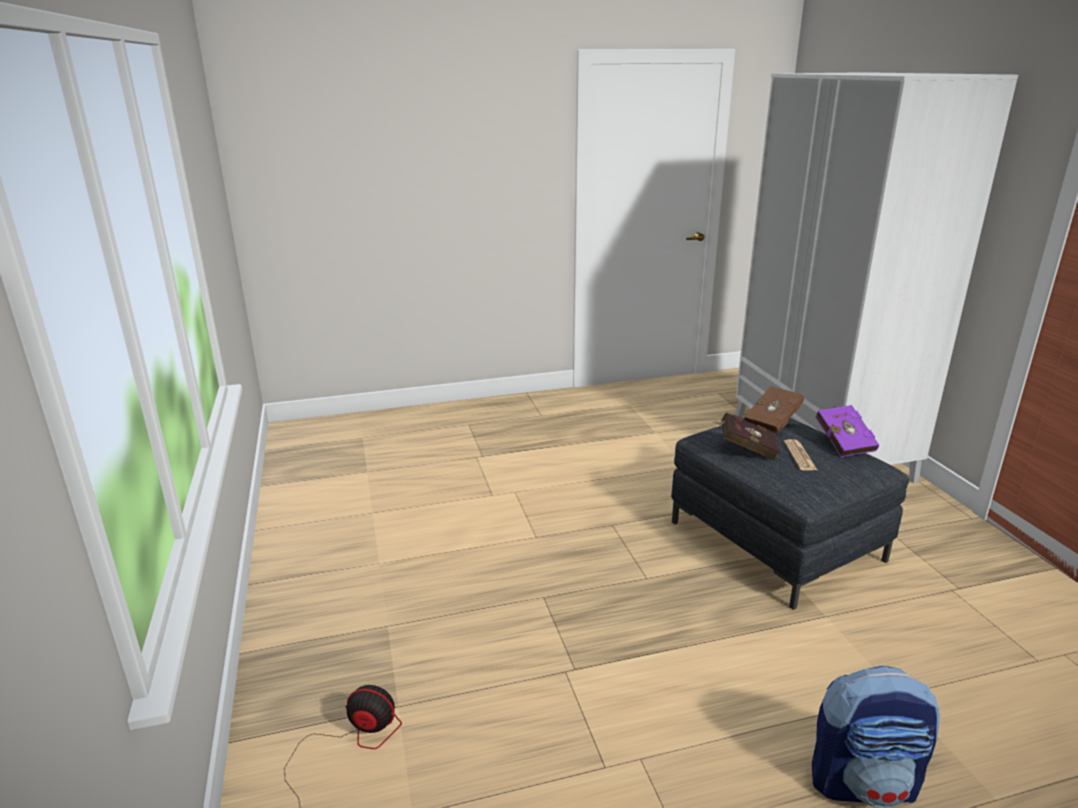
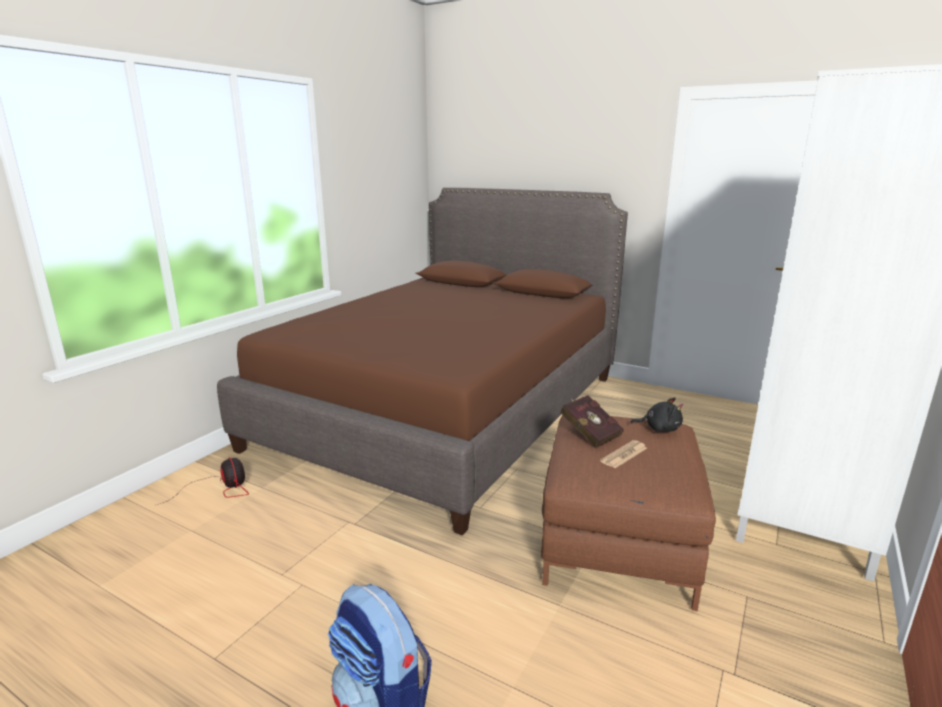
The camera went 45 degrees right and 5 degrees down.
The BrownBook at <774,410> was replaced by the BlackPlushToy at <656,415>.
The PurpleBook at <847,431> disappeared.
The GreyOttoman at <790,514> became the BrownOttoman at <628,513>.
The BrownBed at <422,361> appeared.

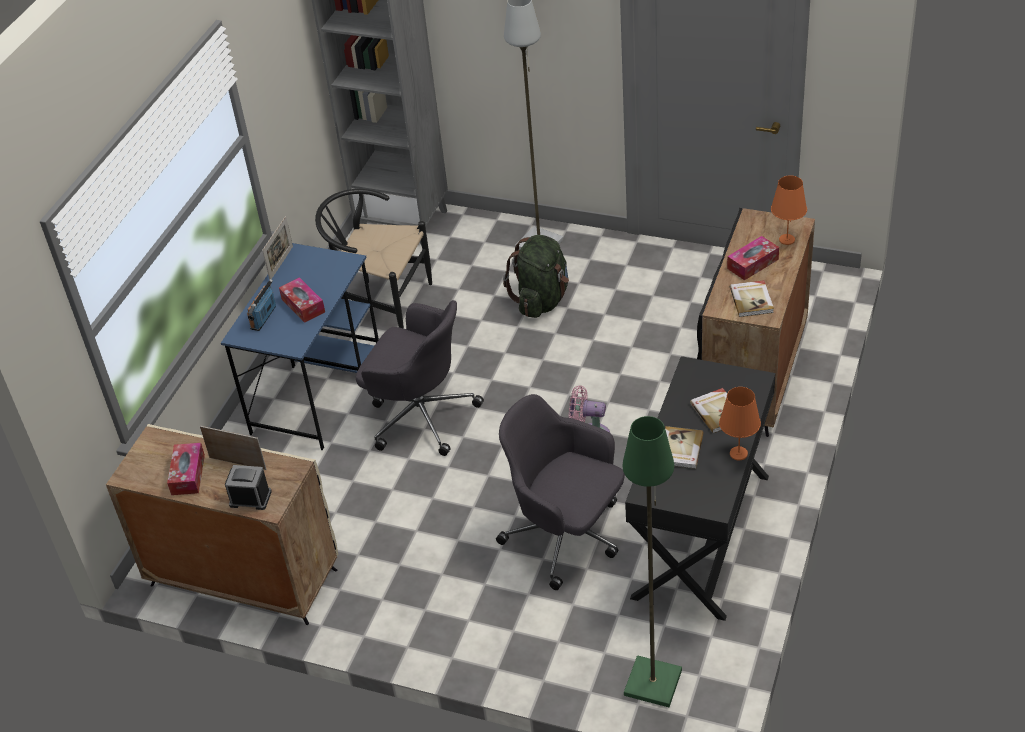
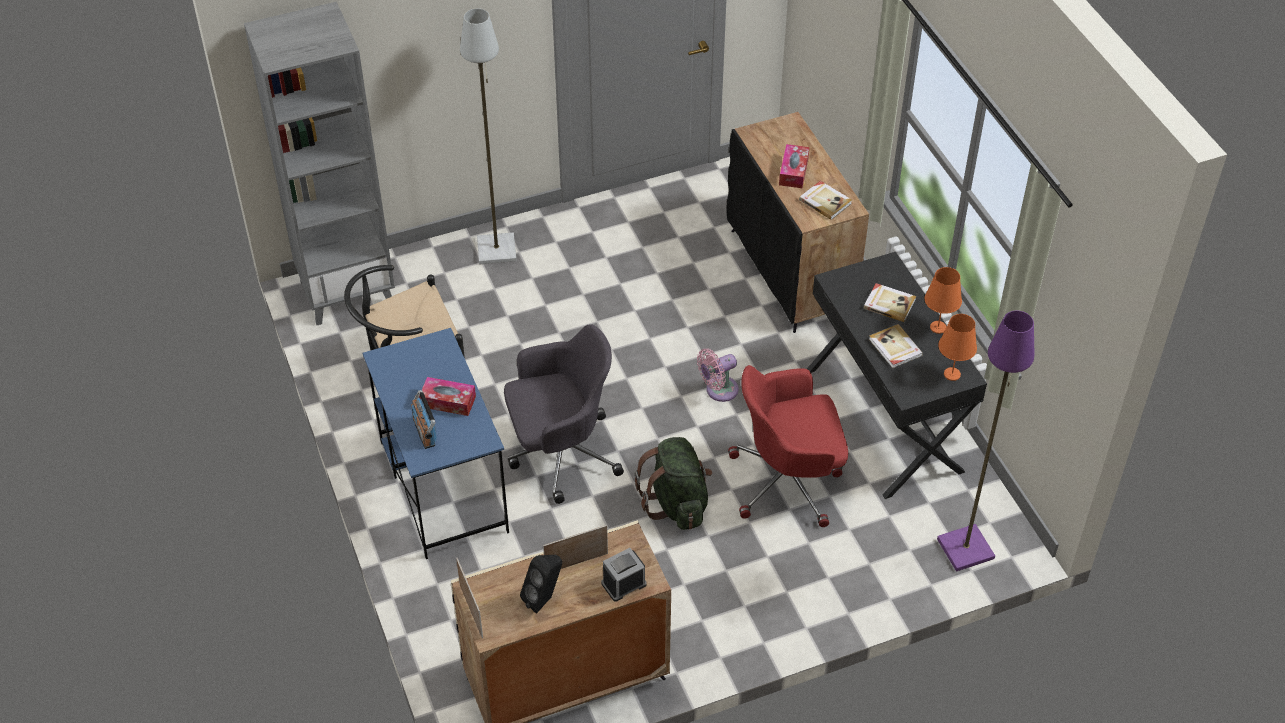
The camera went 45 degrees left and 5 degrees up.
The OrangeTableLamp moved from <789,210> to <957,347>.
The PictureFrame moved from <277,248> to <469,598>.
The GreenBackpack moved from <536,276> to <673,483>.
The GreyOfficeChair at <560,492> became the RedOfficeChair at <788,446>.
The GreenFloorLamp at <652,561> became the PurpleFloorLamp at <985,441>.
The TissueBox at <186,469> was replaced by the BlackSpeaker at <541,584>.

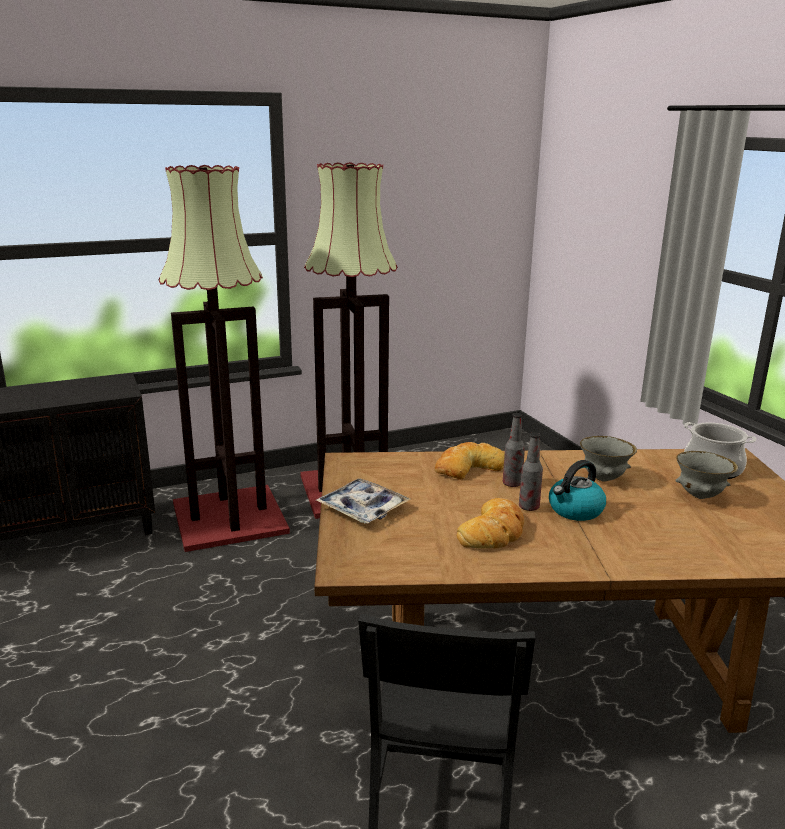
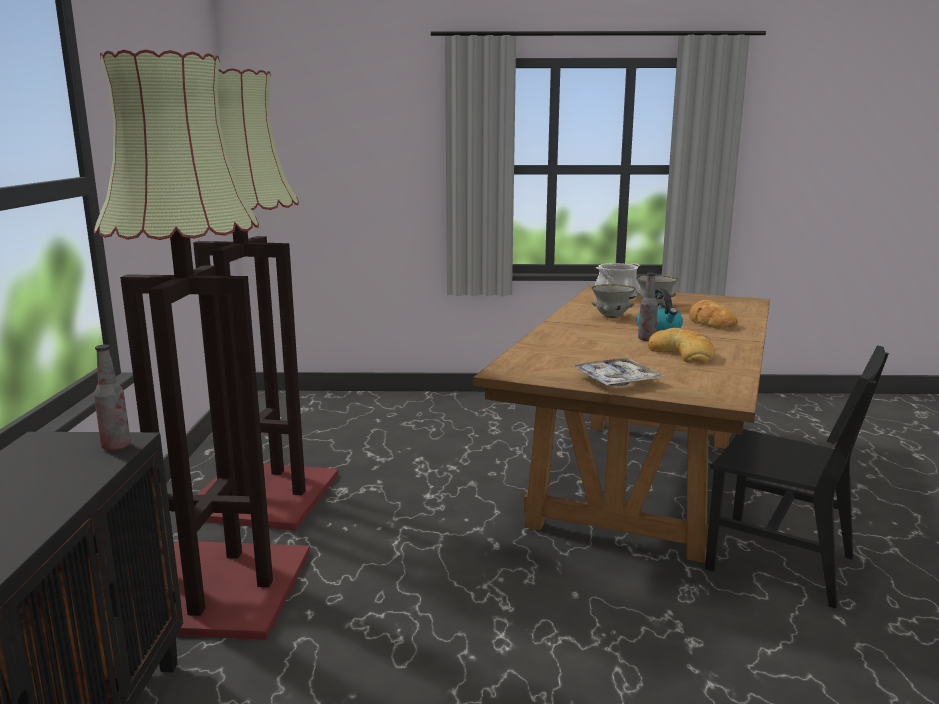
The camera went 65 degrees left and 5 degrees down.
The Bottle moved from <514,450> to <112,398>.
The Bread moved from <470,461> to <713,314>.

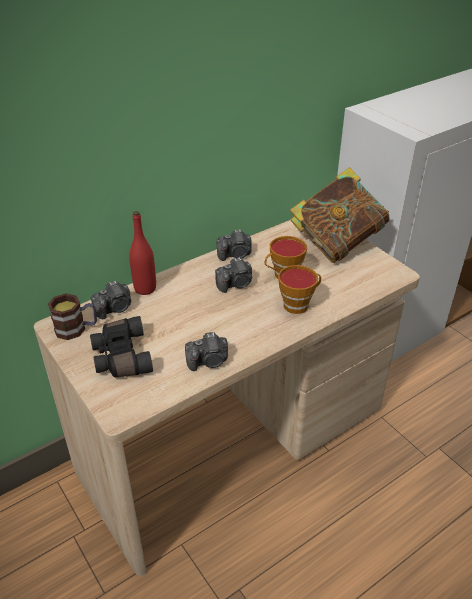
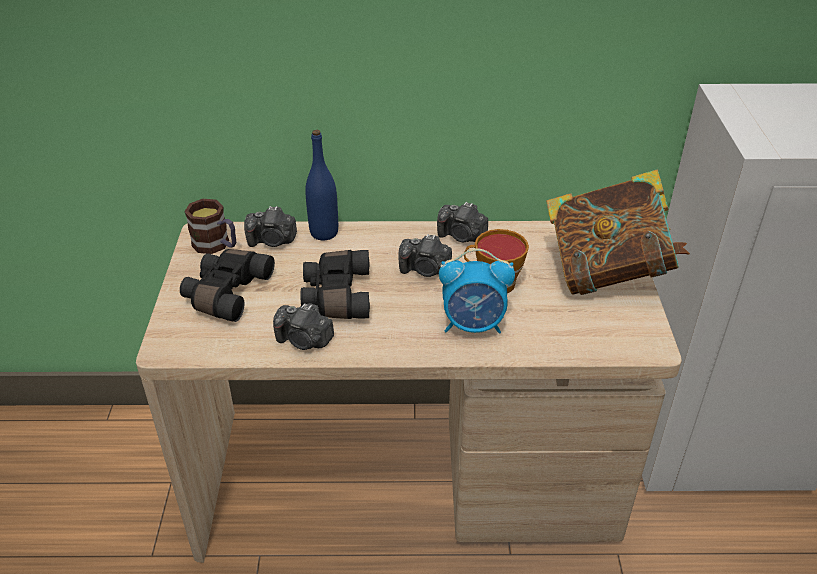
The camera went 35 degrees right and 0 degrees up.
The RedBottle at <142,253> became the BlueBottle at <321,185>.
The Cup at <299,289> was replaced by the AlarmClock at <477,291>.
The BlackBinoculars at <335,284> appeared.

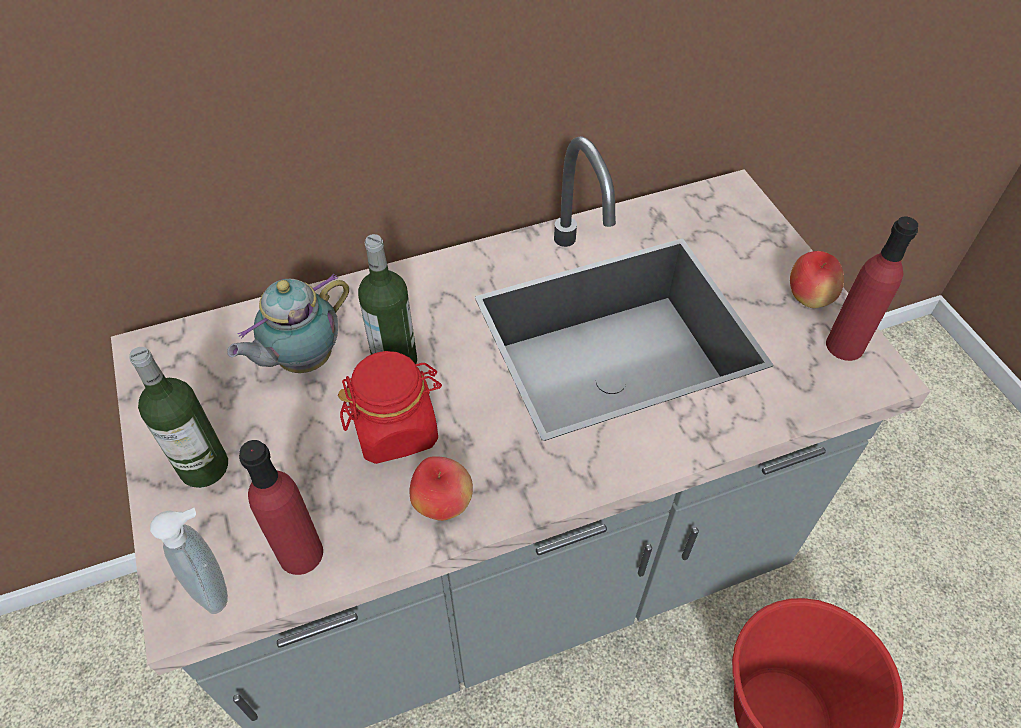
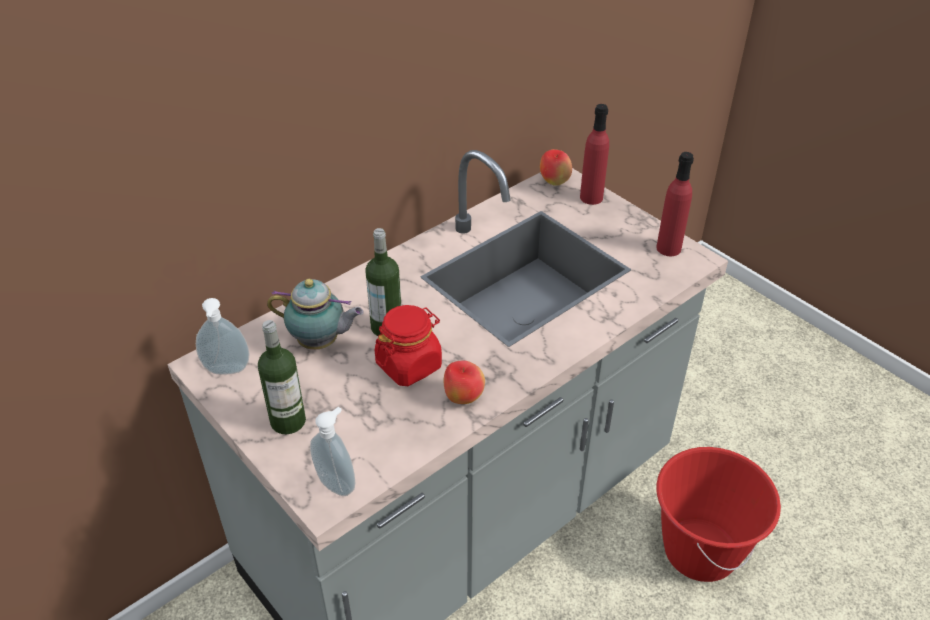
The camera went 20 degrees left and 10 degrees down.
The Apple moved from <817,279> to <556,167>.
The Teapot at <288,323> turned 105 degrees counterclockwise.
The RedBottle moved from <281,507> to <594,154>.
The SoapDispenser at <223,336> appeared.

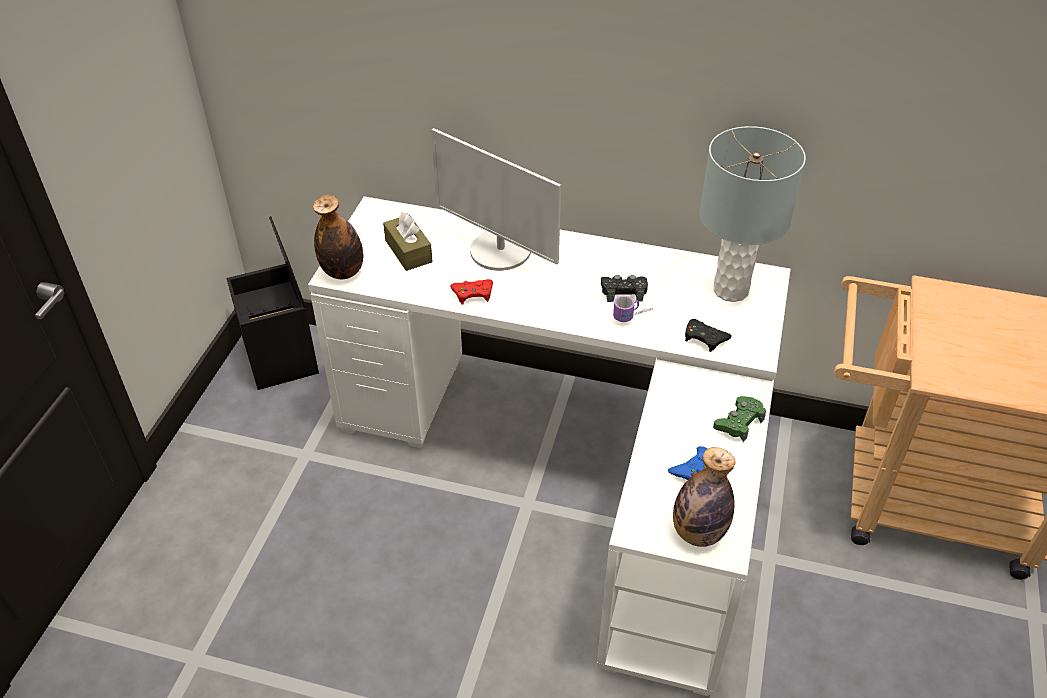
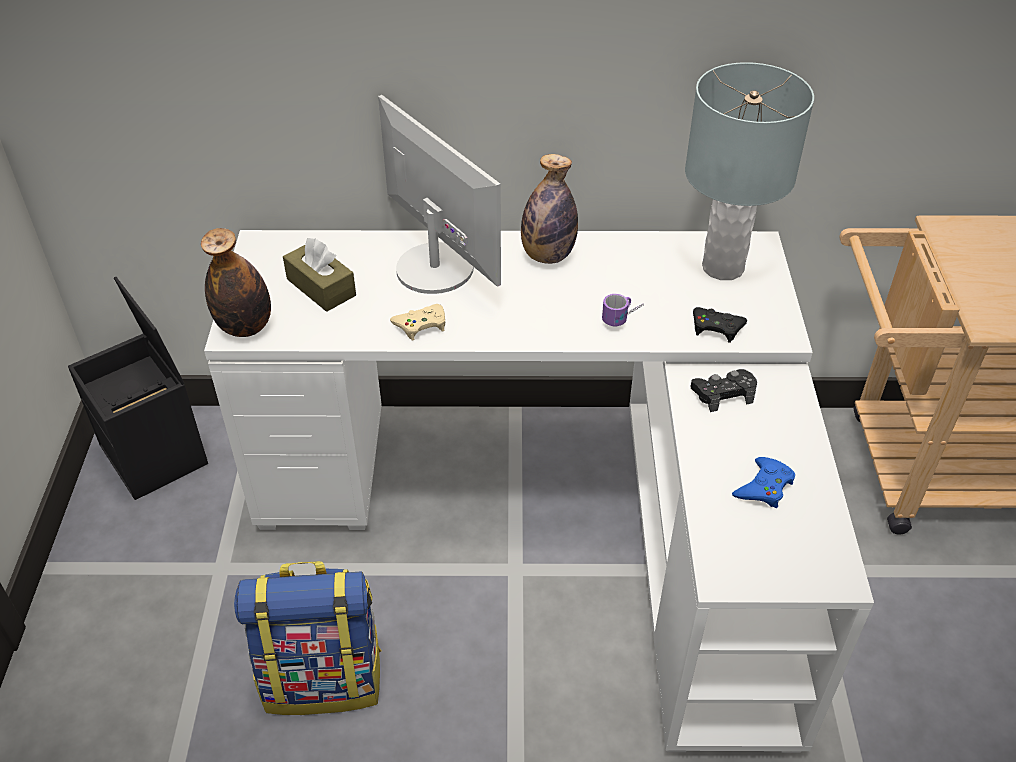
The camera went 15 degrees left and 0 degrees up.
The Monitor at <496,199> turned 150 degrees counterclockwise.
The BlackGameController moved from <624,288> to <724,390>.
The RedGameController at <471,292> became the BeigeGameController at <417,322>.
The GreenGameController at <739,419> disappeared.
The Bottle moved from <704,497> to <549,209>.
The Backpack at <307,638> appeared.

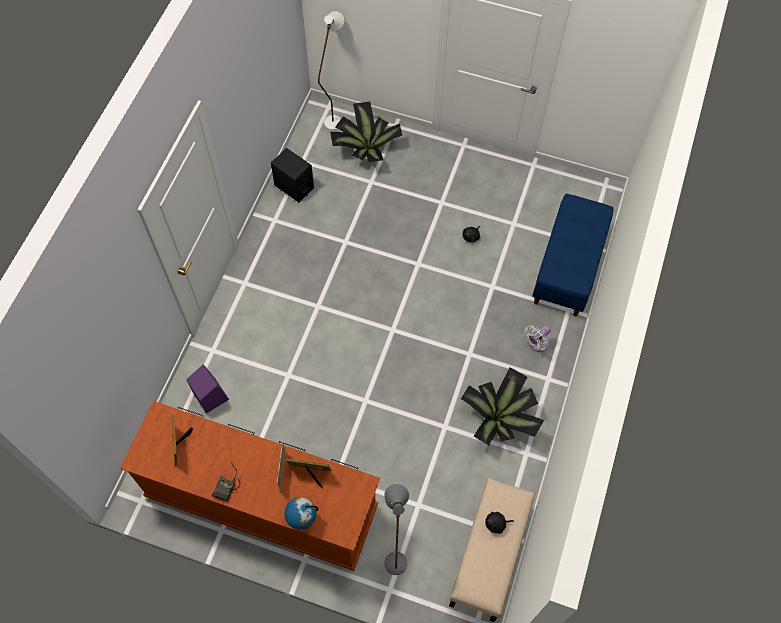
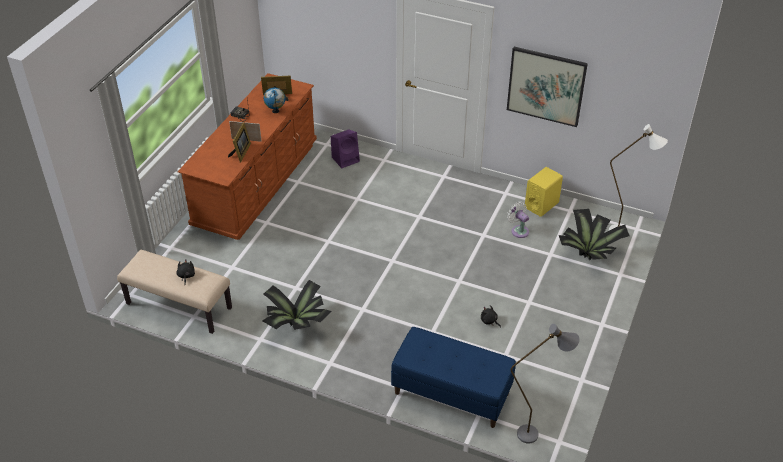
The camera went 95 degrees right and 20 degrees down.
The BlackSpeaker at <292,175> became the YellowSpeaker at <544,192>.
The WhiteFan moved from <538,338> to <518,220>.
The GreyFloorLamp moved from <397,529> to <545,384>.
The Globe moved from <301,513> to <274,100>.
The Picture at <547,87> appeared.

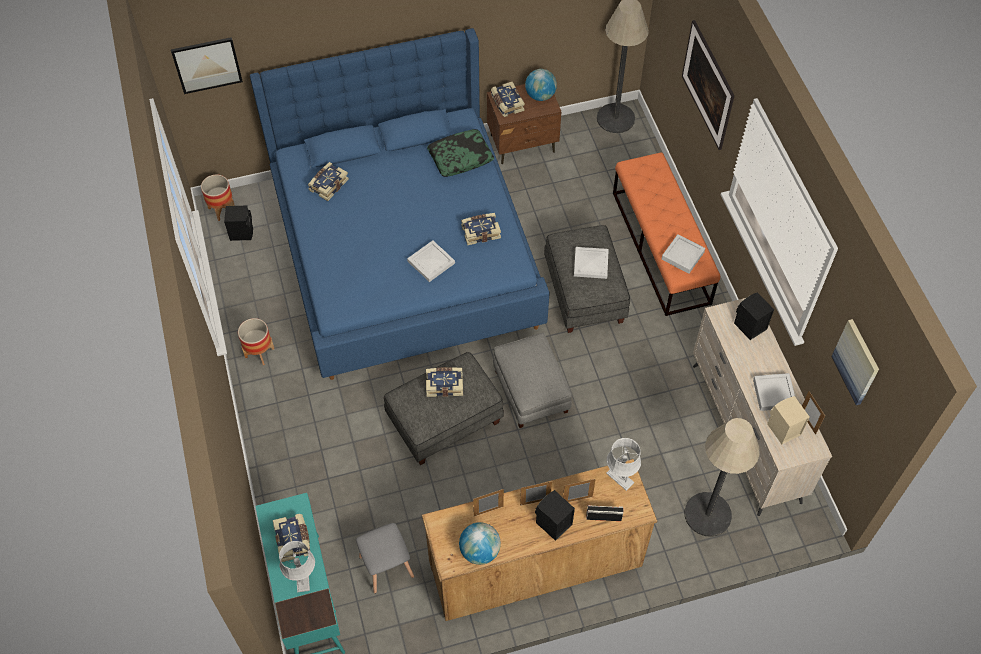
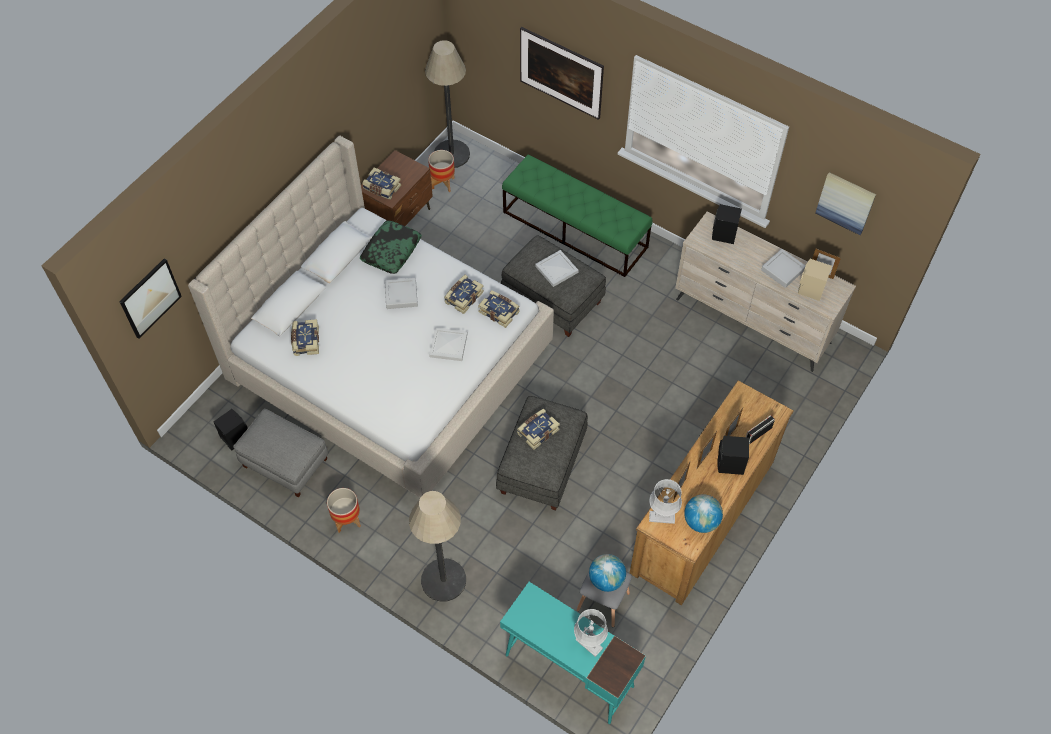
The camera went 40 degrees left and 0 degrees up.
The BlueBed at <400,204> became the BeigeBed at <371,317>.
The Globe moved from <541,85> to <607,573>.
The OrangeBench at <666,234> became the GreenBench at <577,216>.
The Planter moved from <218,198> to <441,171>.
The GreyTray moved from <683,254> to <401,293>.
The GreyOttoman moved from <532,380> to <281,452>.
The FloorLamp moved from <722,477> to <437,546>.
The GreyTableLamp moved from <623,464> to <665,501>.
The Book moved from <291,538> to <499,309>.

